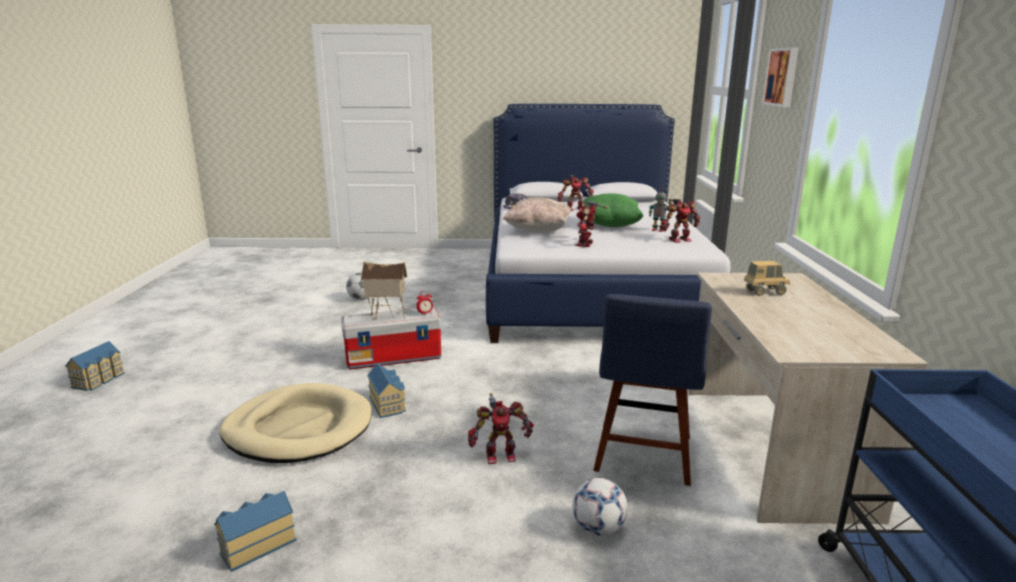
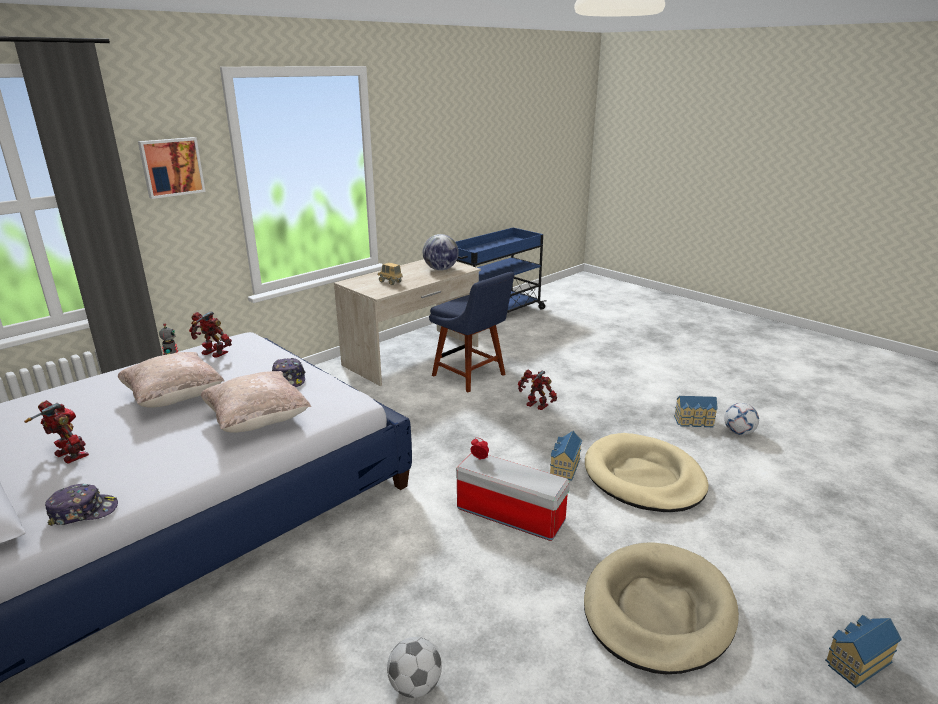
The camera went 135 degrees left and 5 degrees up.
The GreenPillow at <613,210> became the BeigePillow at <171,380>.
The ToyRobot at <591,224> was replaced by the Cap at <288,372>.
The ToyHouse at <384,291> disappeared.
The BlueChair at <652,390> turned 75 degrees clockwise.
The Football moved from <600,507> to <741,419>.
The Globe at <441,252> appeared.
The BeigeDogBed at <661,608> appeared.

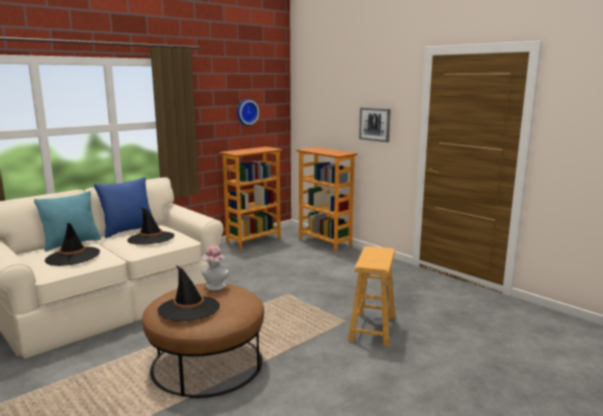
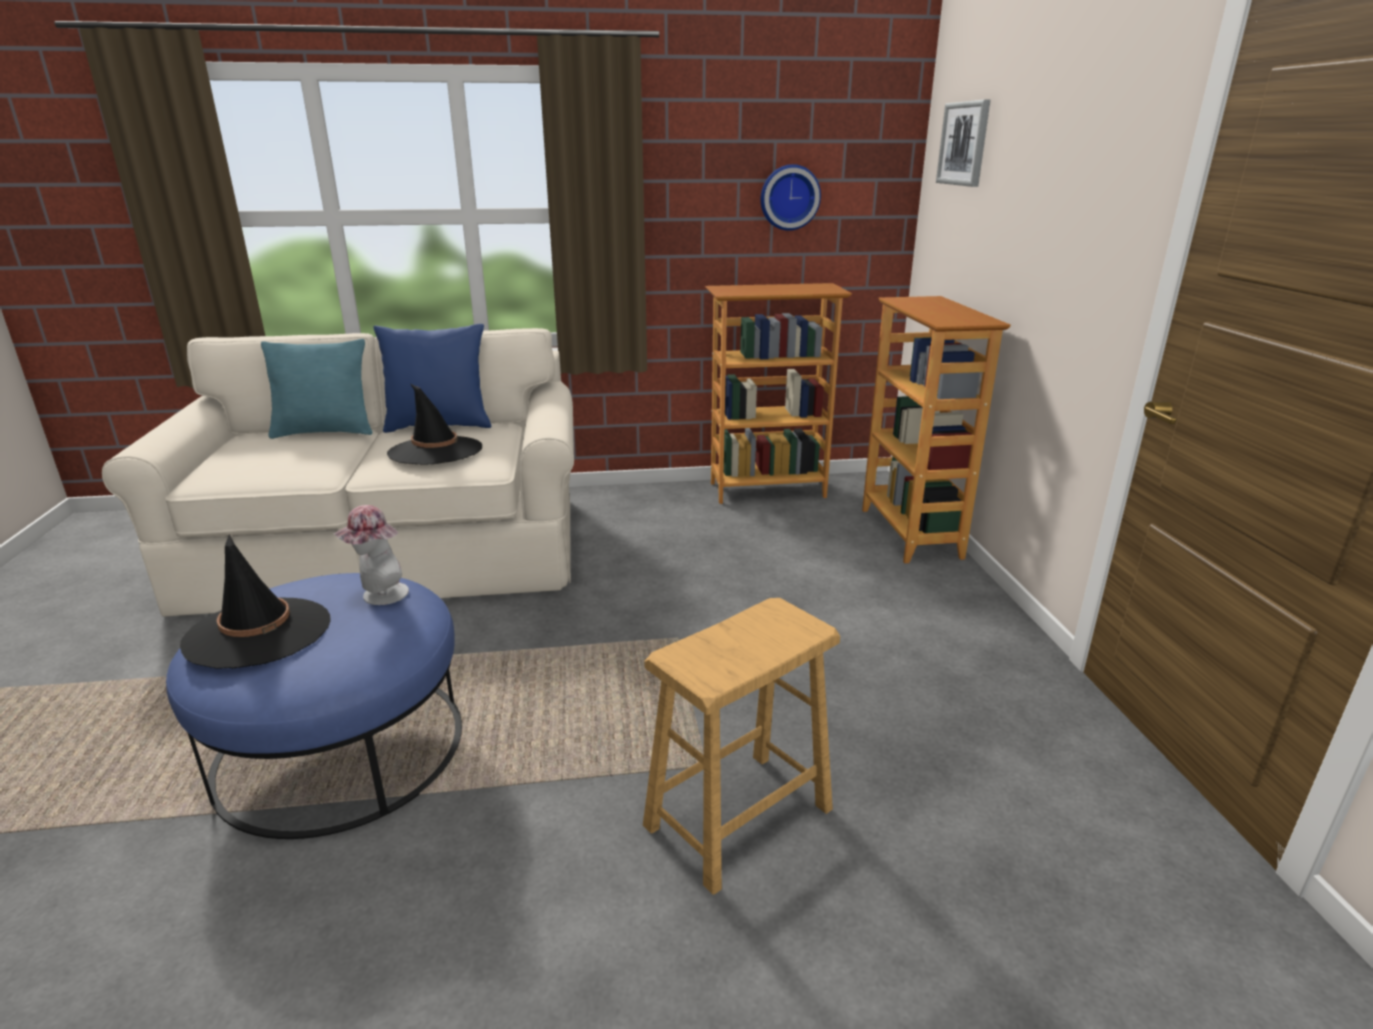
The camera went 35 degrees right and 10 degrees up.
The Picture moved from <375,124> to <963,143>.
The BlackHat at <72,244> disappeared.
The BrownOttoman at <203,340> became the BlueOttoman at <314,706>.

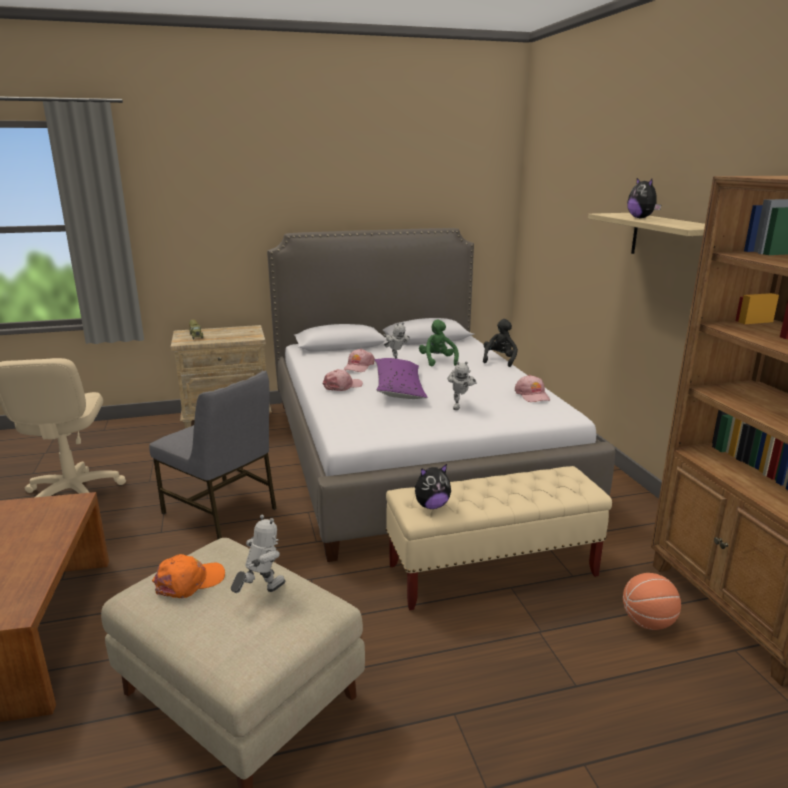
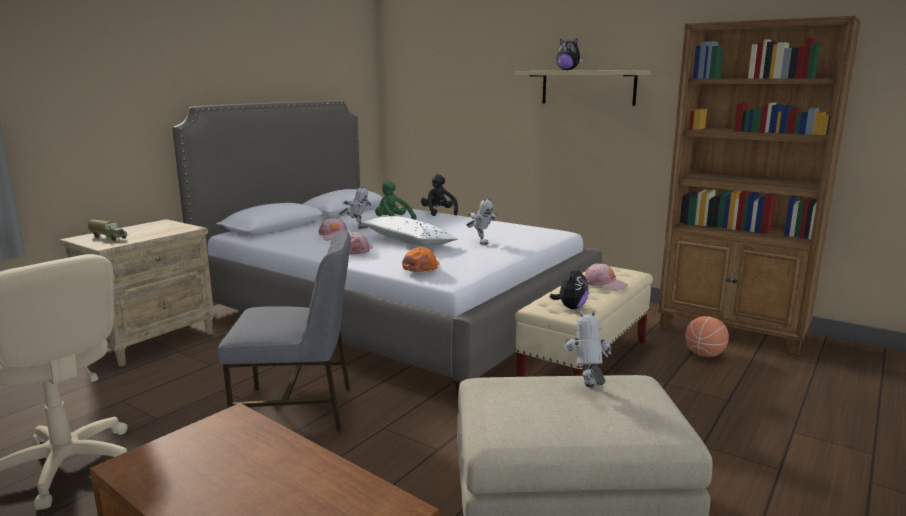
The camera went 40 degrees left and 5 degrees down.
The PurplePillow at <401,378> became the WhitePillow at <409,231>.
The PinkCap moved from <532,388> to <606,276>.
The OrangeCap moved from <188,576> to <421,259>.

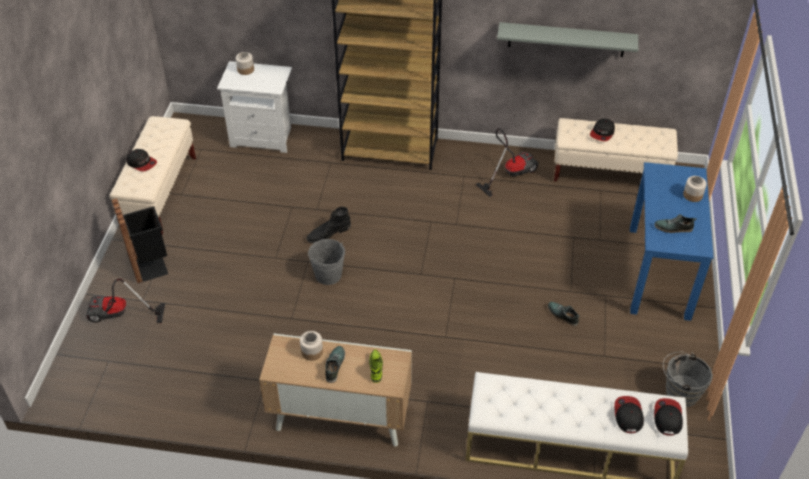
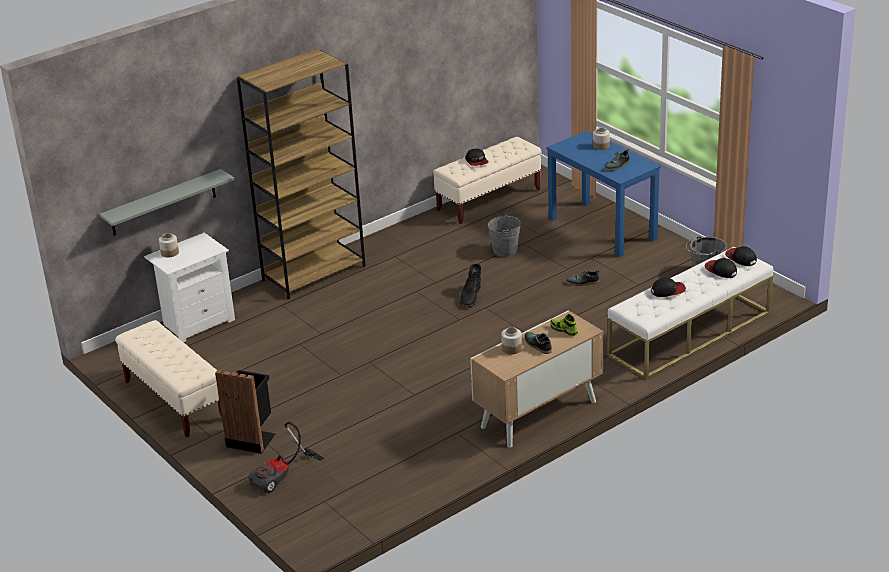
The camera went 45 degrees left and 15 degrees down.
The GreyShelf moved from <567,39> to <166,202>.
The VacuumCleaner at <507,162> disappeared.
The Cap moved from <142,160> to <668,287>.
The BlackBoot moved from <328,225> to <470,285>.
The GreyBucket moved from <326,262> to <505,235>.

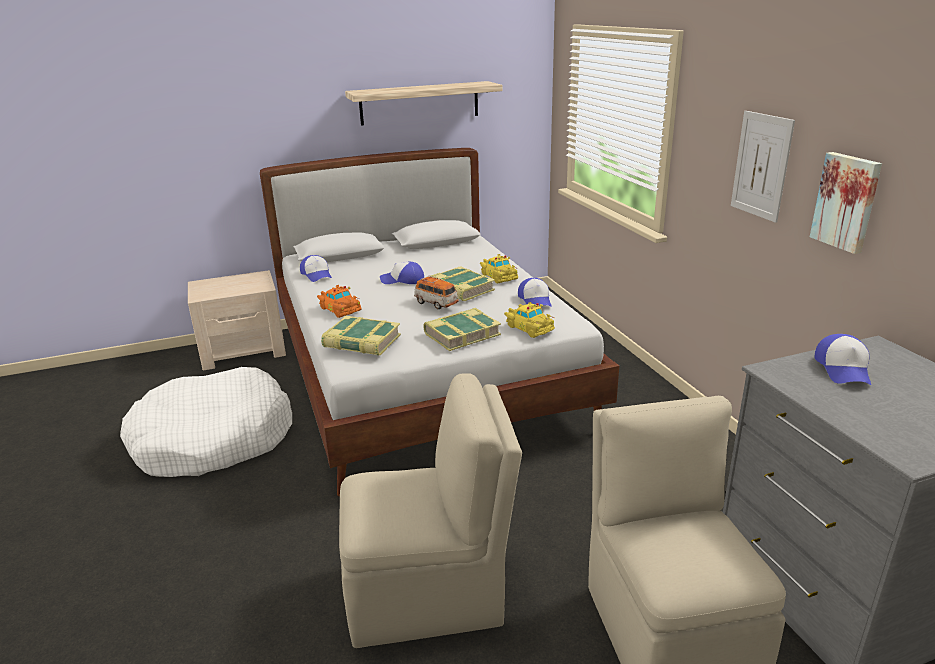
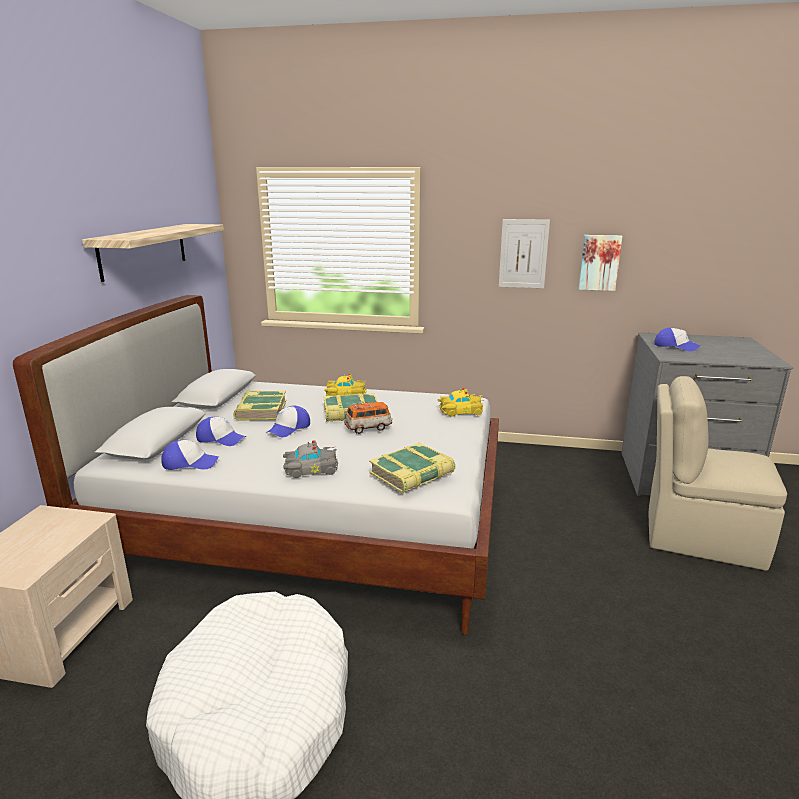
The camera went 60 degrees left and 5 degrees down.
The Cap moved from <535,292> to <221,431>.
The OrangeToyCar at <339,301> became the GreyToyCar at <310,459>.
The Book moved from <462,329> to <259,406>.
The BeigeChair at <430,510> disappeared.

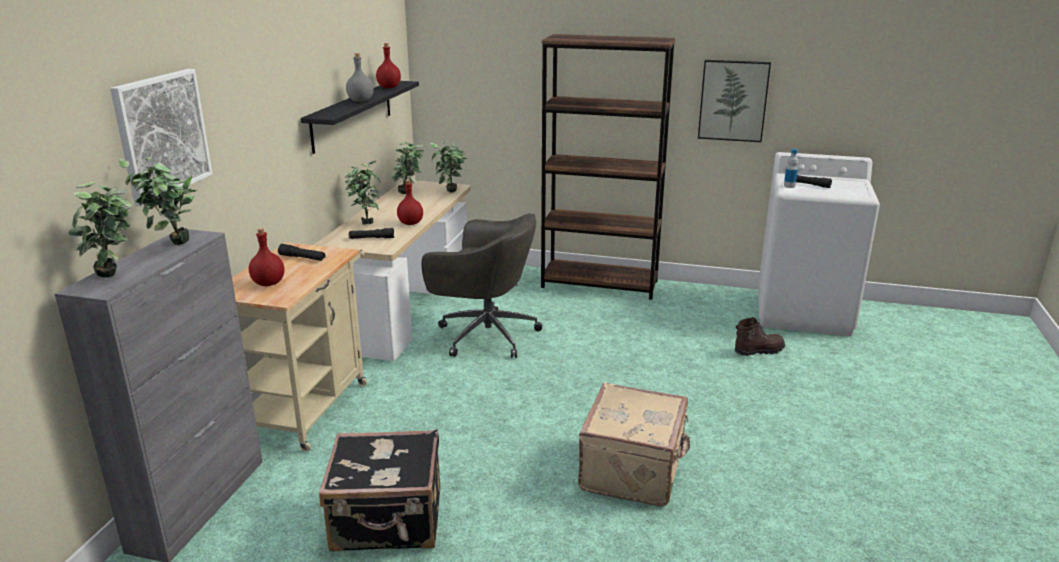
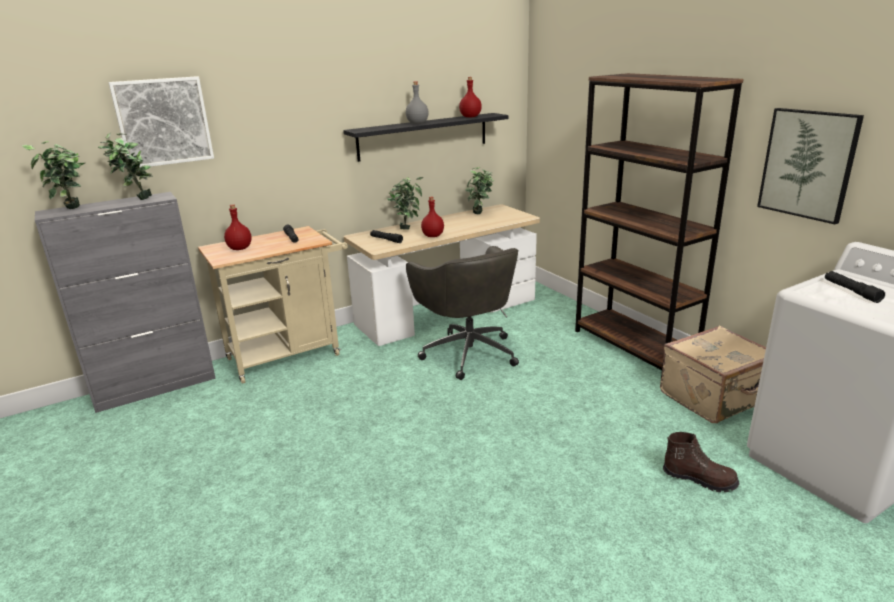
The camera went 45 degrees right and 0 degrees up.
The PottedPlant at <448,166> disappeared.
The Bottle at <791,168> disappeared.
The BeigeSuitcase moved from <634,444> to <713,374>.
The BlackSuitcase at <379,490> disappeared.

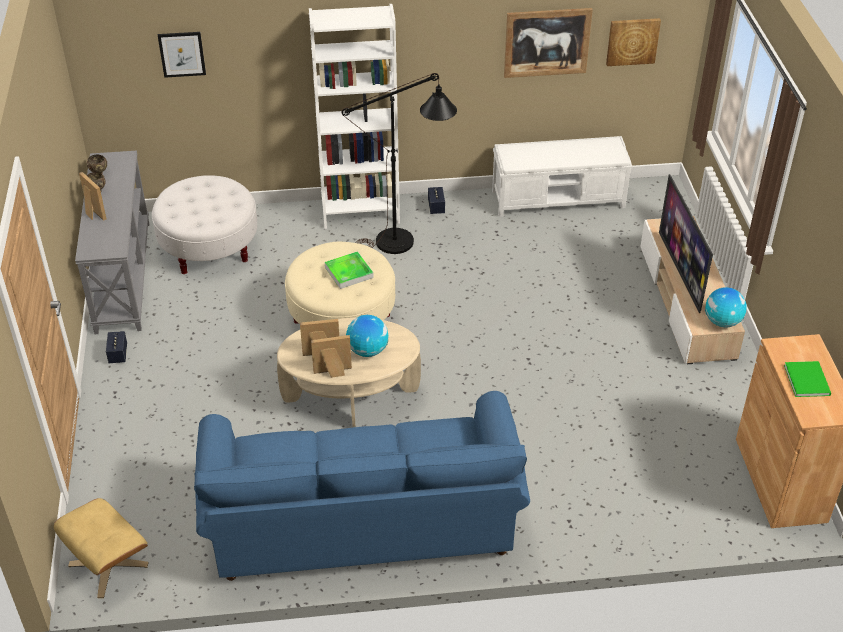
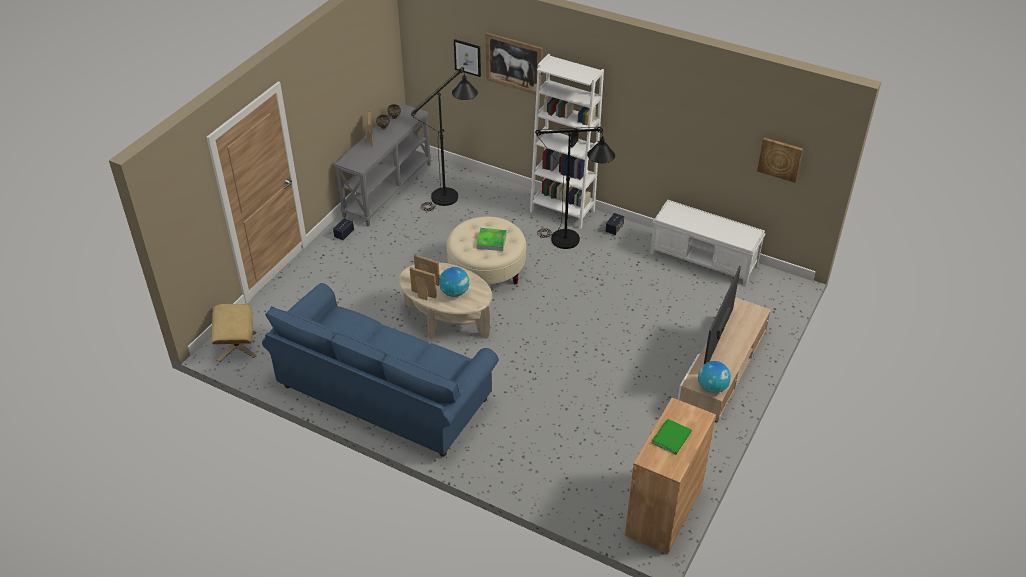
The camera went 35 degrees right and 0 degrees up.
The Picture moved from <548,43> to <514,64>.
The WhiteOttoman at <204,224> was replaced by the BlackFloorLamp at <444,139>.

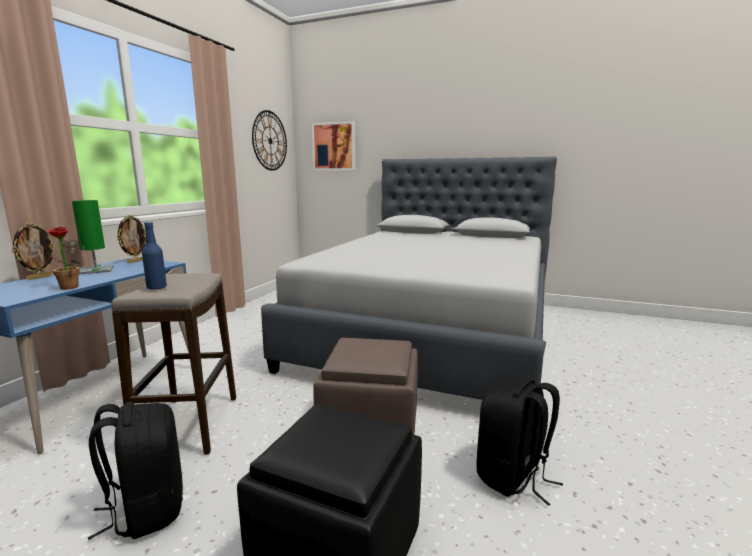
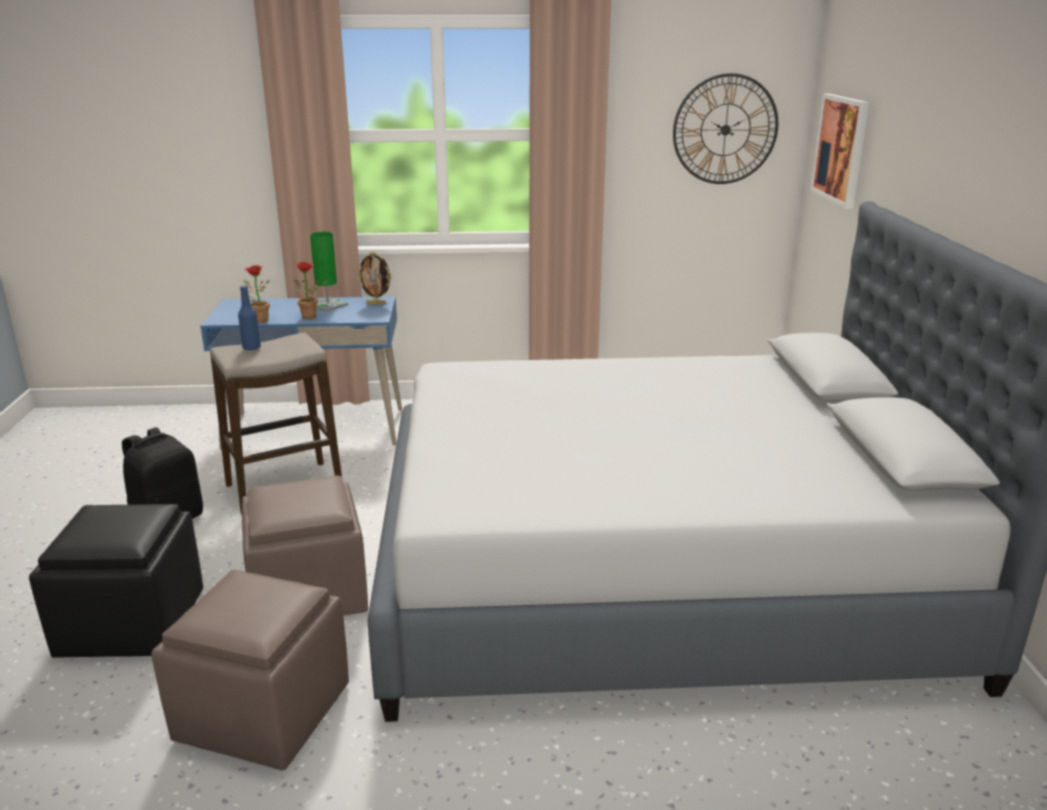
The camera went 65 degrees right and 10 degrees up.
The PictureFrame at <33,251> disappeared.
The BlackBackpack at <519,442> was replaced by the BrownOttoman at <250,670>.
The PottedPlant at <311,290> appeared.

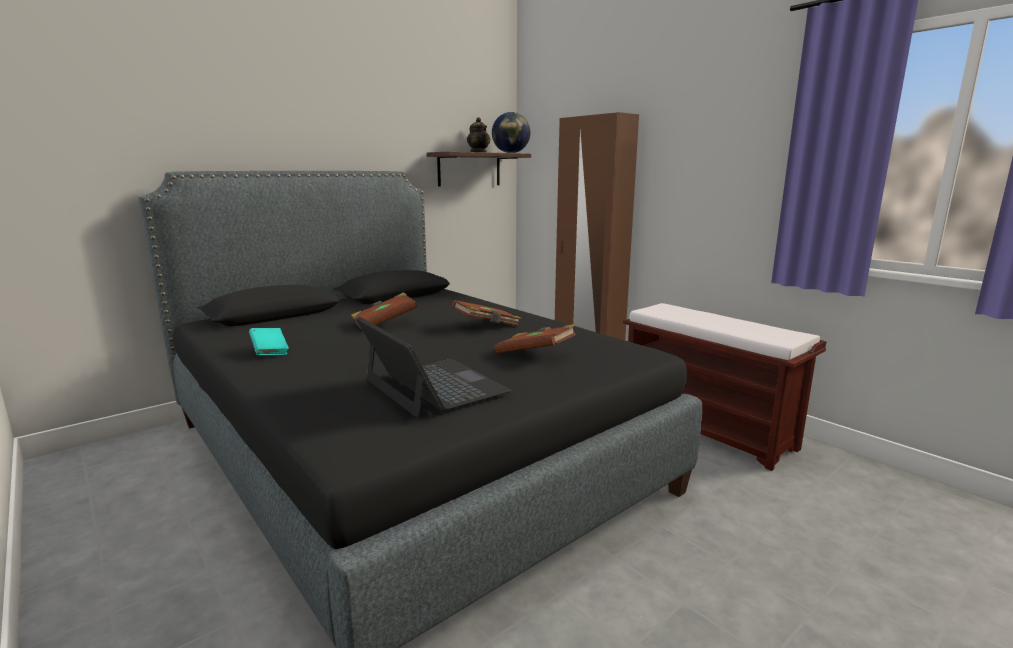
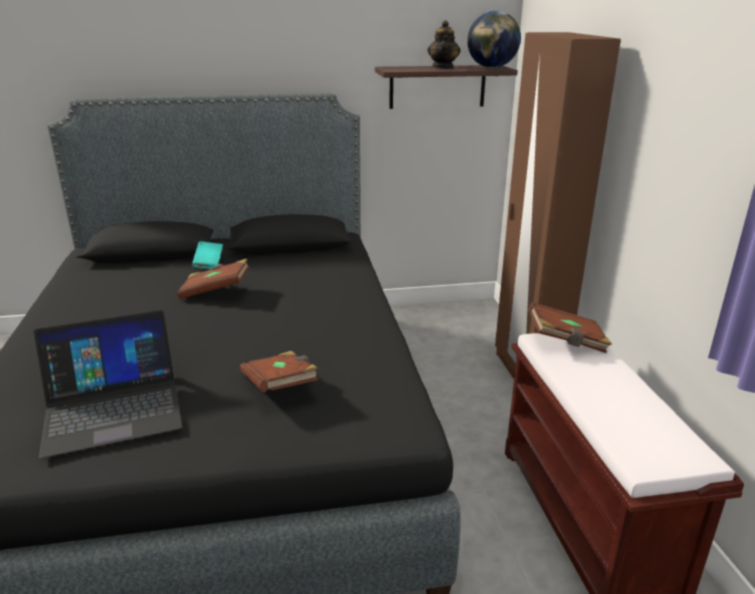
The camera went 30 degrees right and 10 degrees up.
The BrownBook moved from <486,313> to <570,327>.
The Laptop at <434,367> turned 75 degrees clockwise.
The TurquoiseBook moved from <269,341> to <207,255>.

